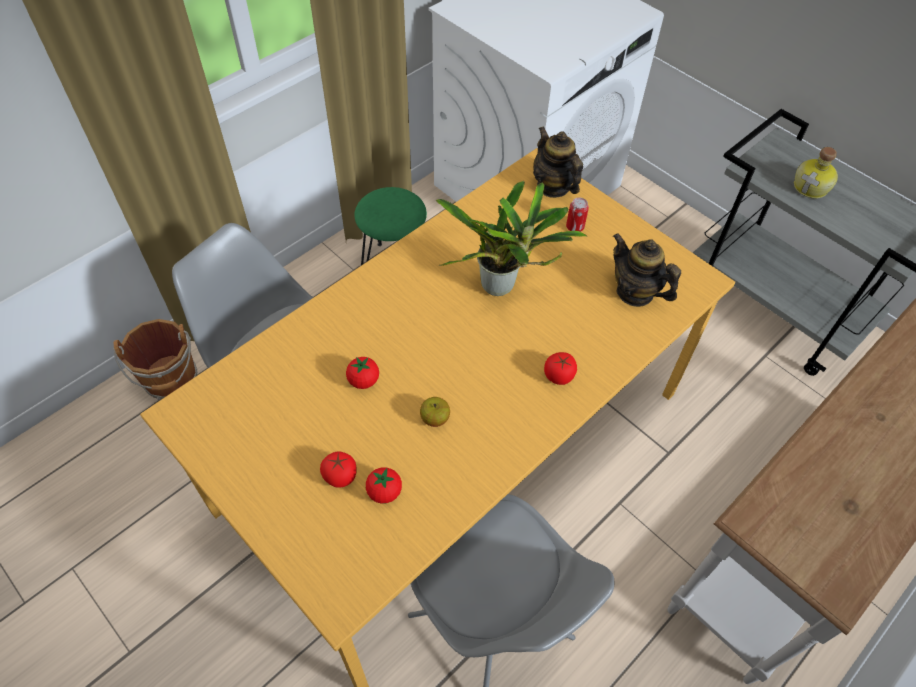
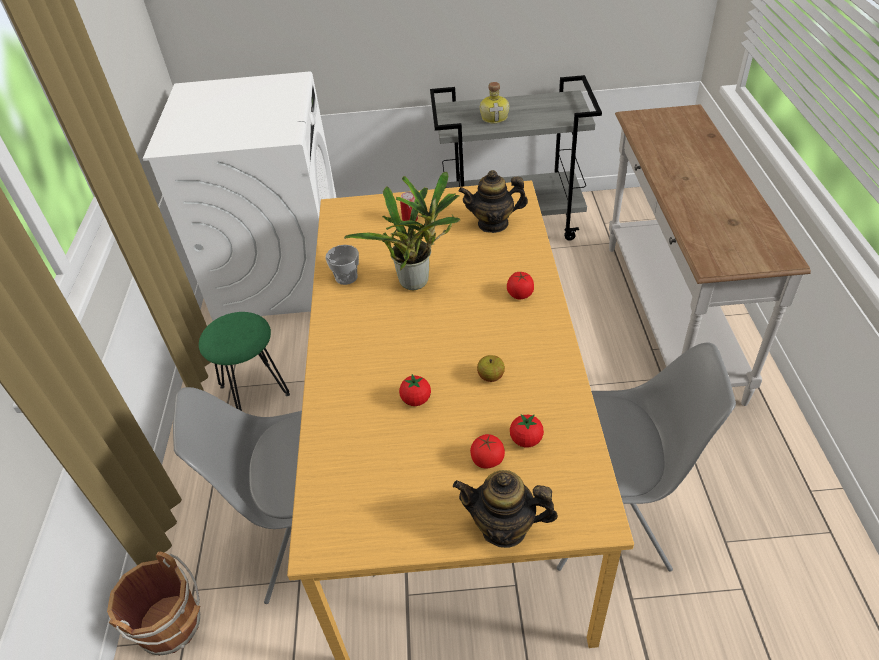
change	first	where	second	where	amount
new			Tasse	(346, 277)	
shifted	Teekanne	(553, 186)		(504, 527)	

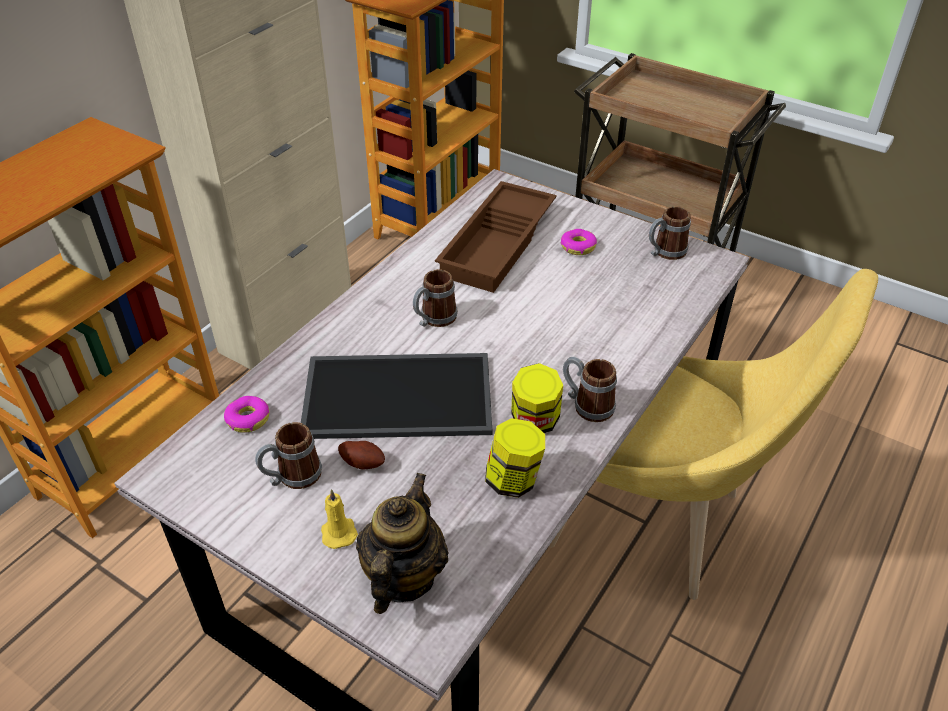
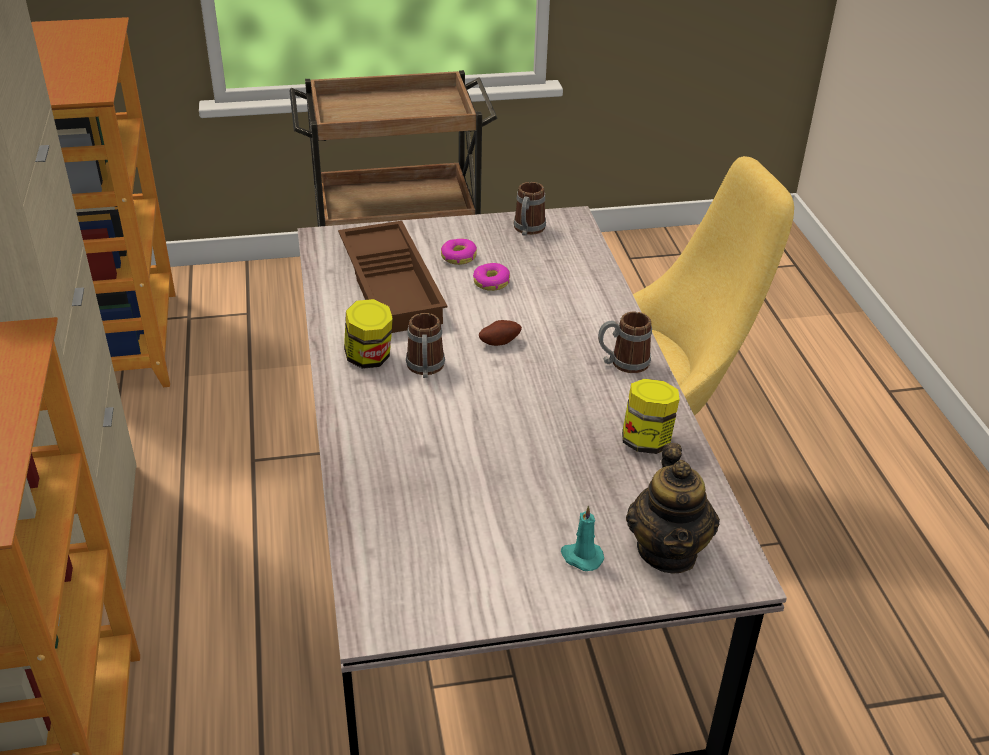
change	first	where	second	where	amount
gone	Henkelbecher	(292, 477)			
gone	Tablett	(400, 394)			
shifted	Donut	(248, 419)		(491, 282)	
shifted	Kartoffel	(363, 462)		(499, 341)	
shifted	Vorratsglas	(535, 422)		(369, 358)	
repainted	Kerze/gelb	(338, 532)	Kerze/türkis	(581, 557)	
rotated	Teekanne	(403, 577)		(668, 551)	150 degrees counterclockwise

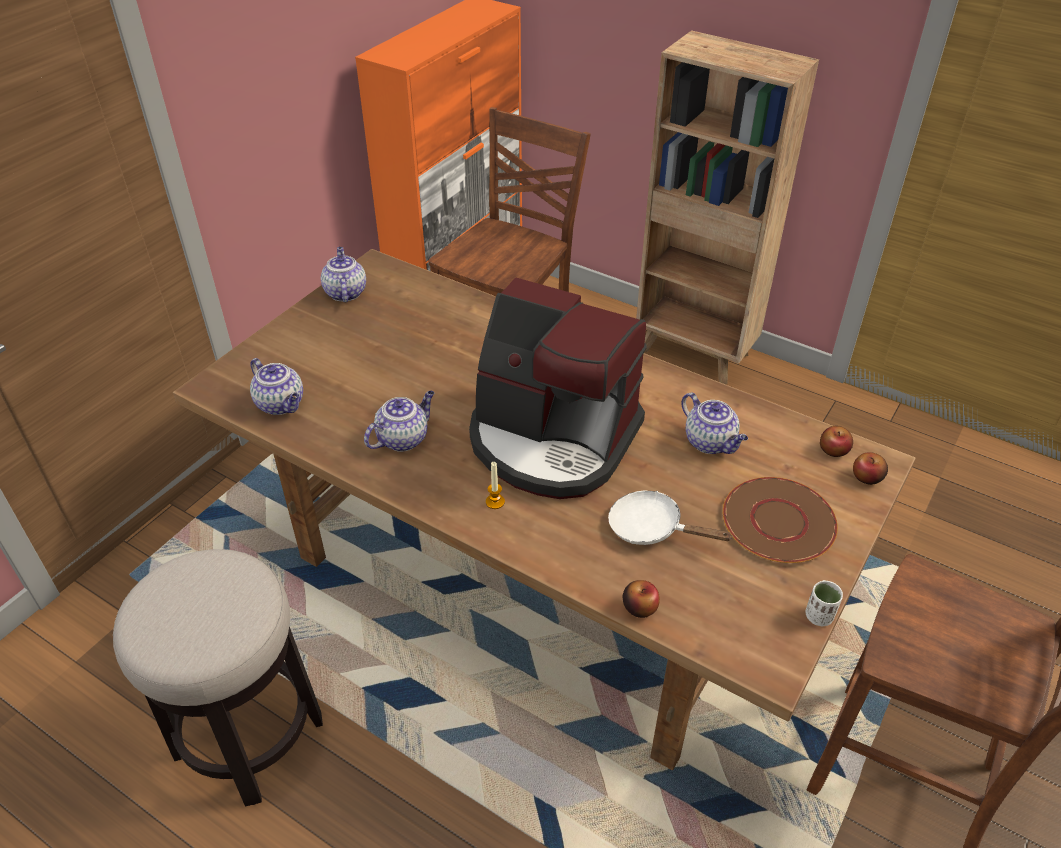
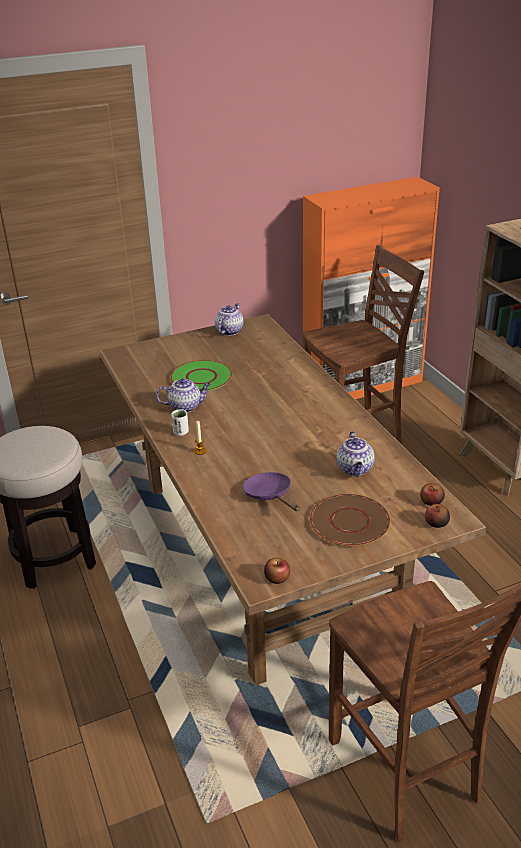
change	first	where	second	where	amount
gone	Teekanne	(281, 404)			
gone	Kaffeemaschine	(552, 440)			
new			Teller/grün	(201, 377)	
shifted	Apfel	(640, 607)		(277, 578)	
shifted	Tasse/weiß	(819, 616)		(181, 432)	
repainted	Pfanne/weiß	(652, 528)	Pfanne/lila	(270, 495)	

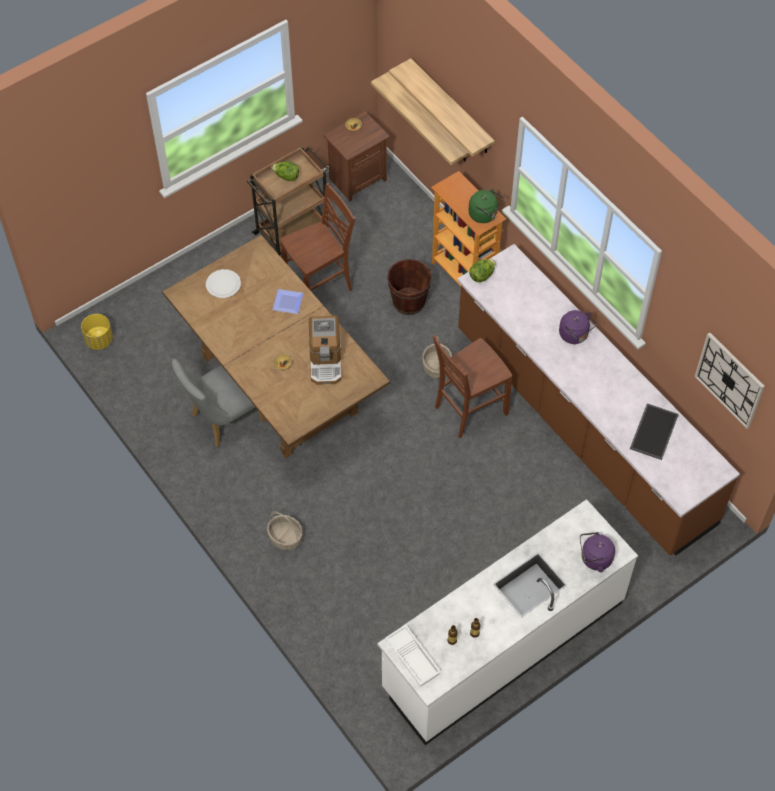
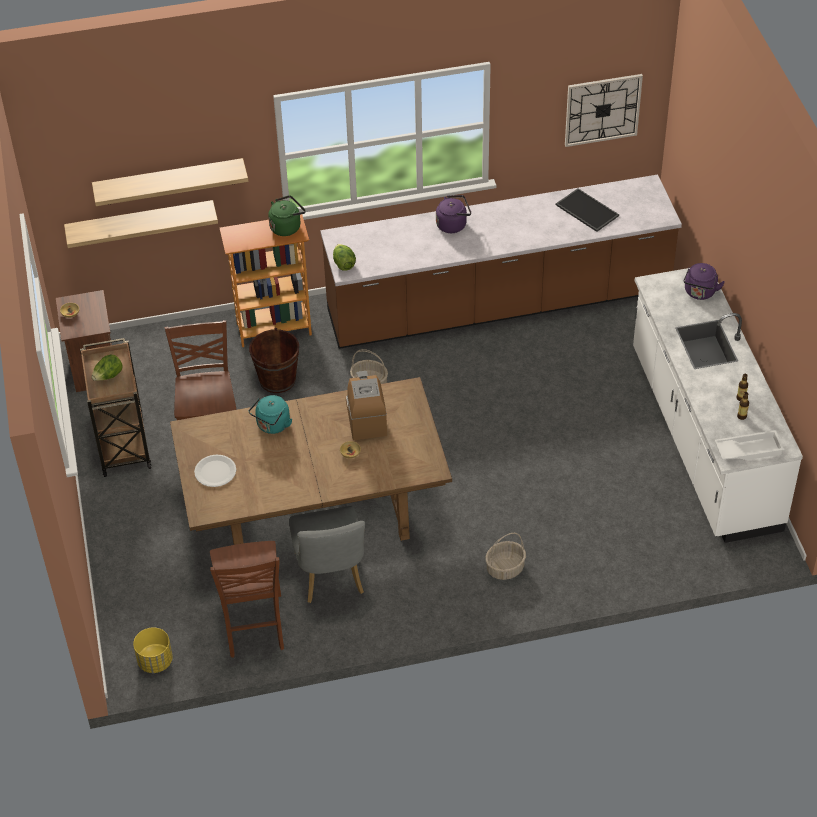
change	first	where	second	where	amount
shifted	Stuhl/braun	(469, 410)		(253, 627)	
swapped	Teller	(287, 301)	Wasserkessel/türkis	(272, 426)	
rotated	Kaffeemaschine	(325, 360)		(366, 418)	120 degrees counterclockwise

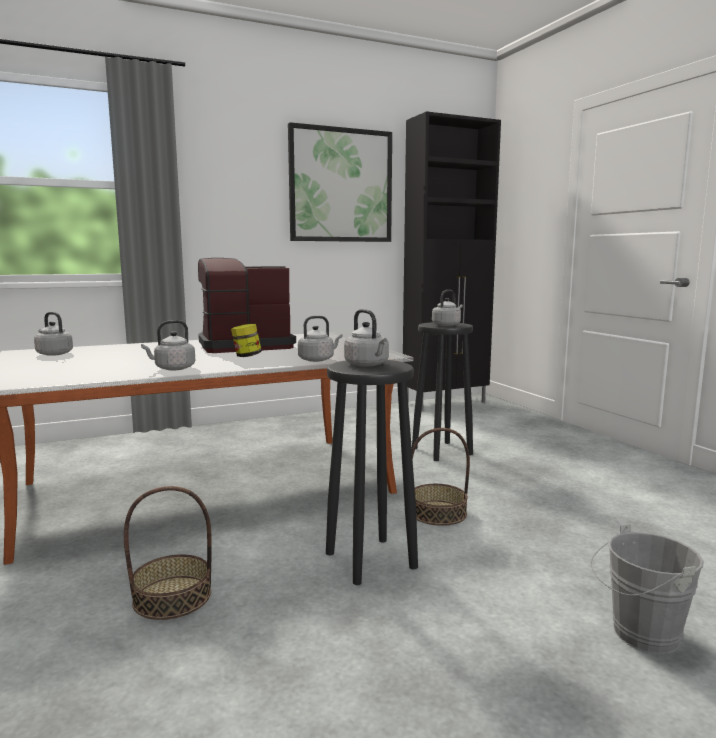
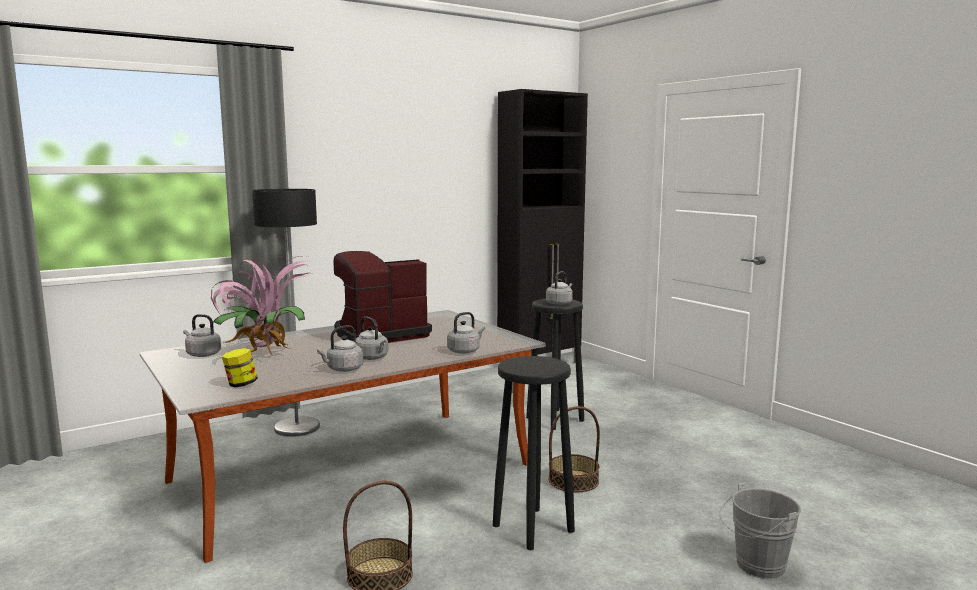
change	first	where	second	where	amount
gone	Bild	(341, 185)			
new			Topfpflanze	(264, 357)	
new			Stehlampe	(296, 428)	
shifted	Vorratsglas	(247, 356)		(241, 384)	
shifted	Wasserkessel/grau	(368, 365)		(372, 358)	

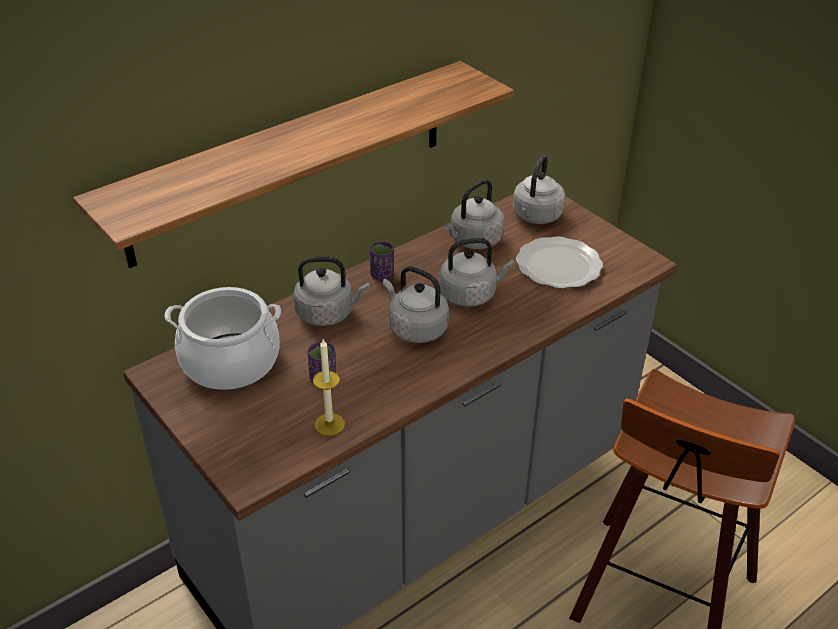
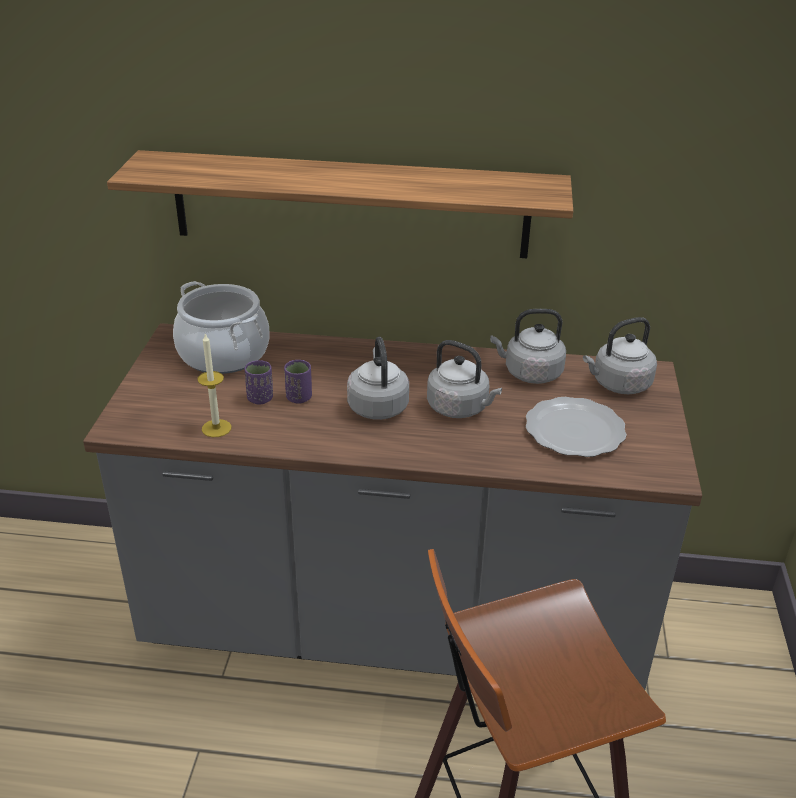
change	first	where	second	where	amount
gone	Wasserkessel/grau	(328, 313)			
shifted	Tasse/lila	(382, 275)		(299, 398)	

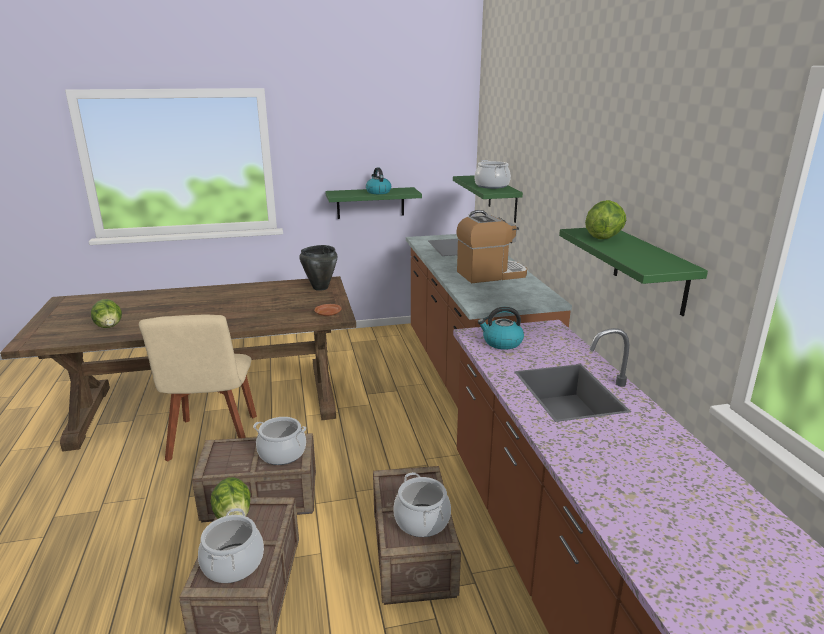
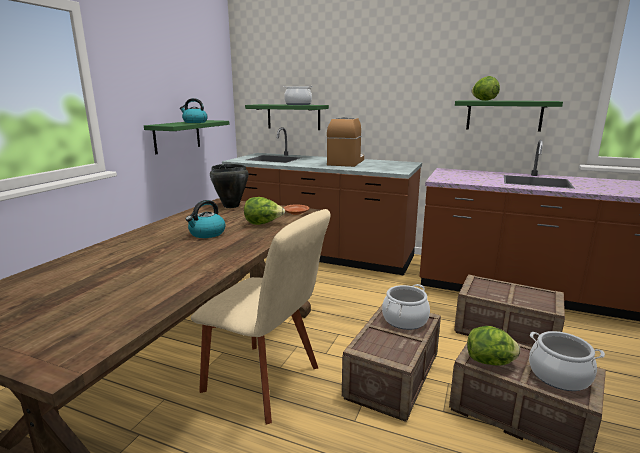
change	first	where	second	where	amount
gone	Kochtopf	(421, 521)			
shifted	Salatkopf	(109, 328)		(263, 223)	
shifted	Wasserkessel	(501, 343)		(207, 234)	

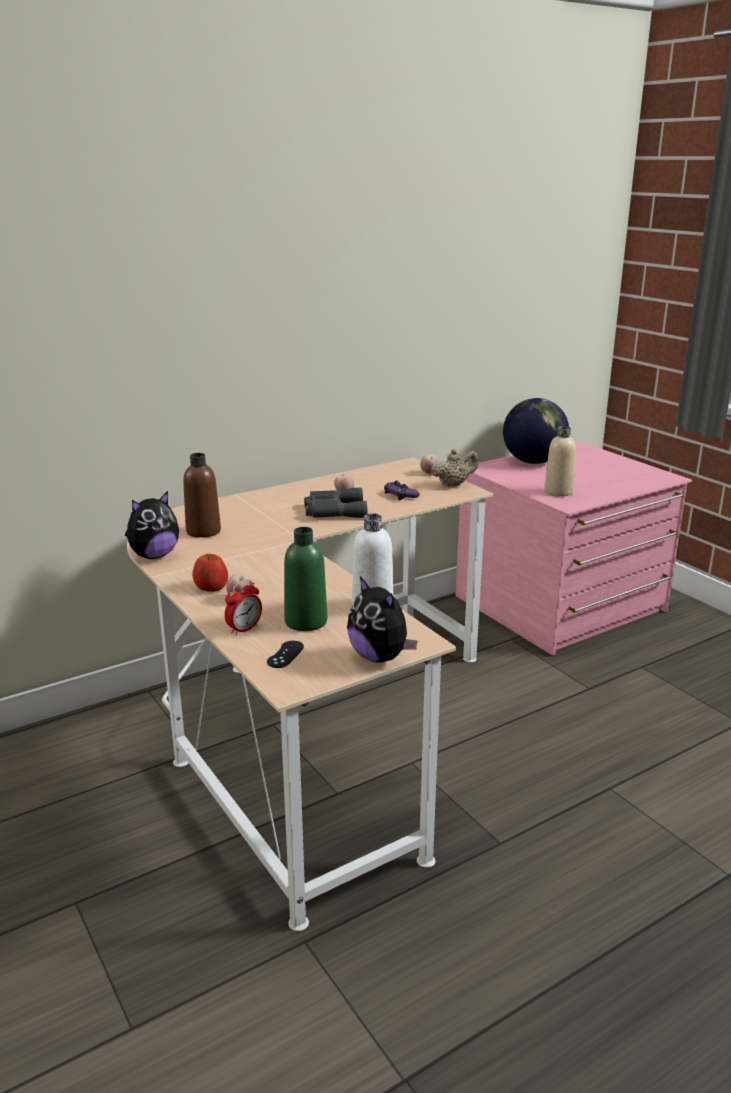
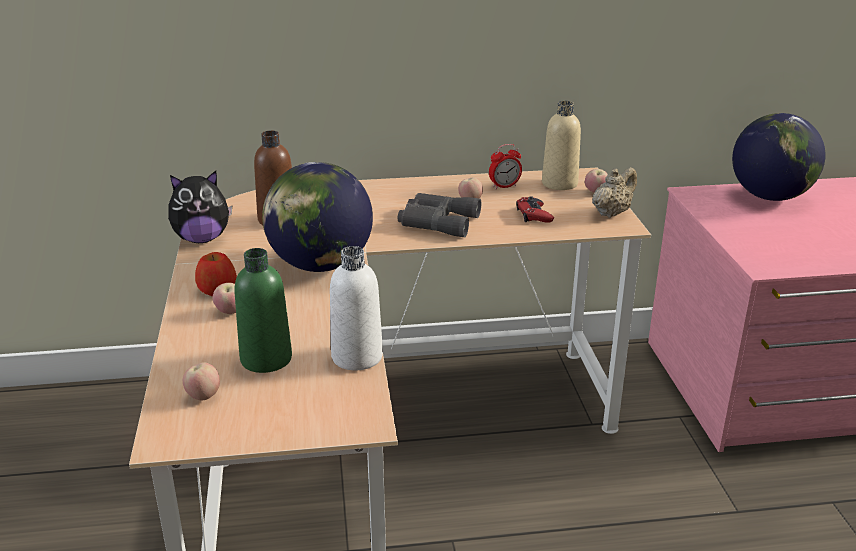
change	first	where	second	where	amount
gone	Plüschtier	(380, 657)			
new			Globus	(321, 265)	
shifted	Wecker	(244, 629)		(504, 186)	
shifted	Flasche/beige	(558, 492)		(559, 184)	
swapped	Gamepad/schwarz	(285, 654)	Apfel	(203, 396)	
repainted	Gamepad/lila	(400, 495)	Gamepad/rot	(534, 215)	
rotated	Teekanne/beige	(453, 484)		(611, 213)	45 degrees counterclockwise

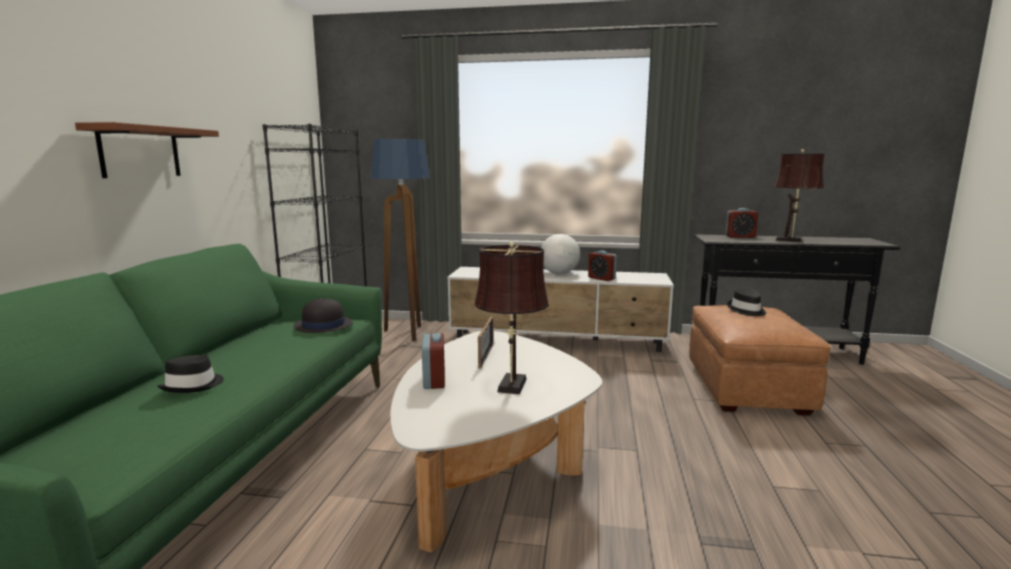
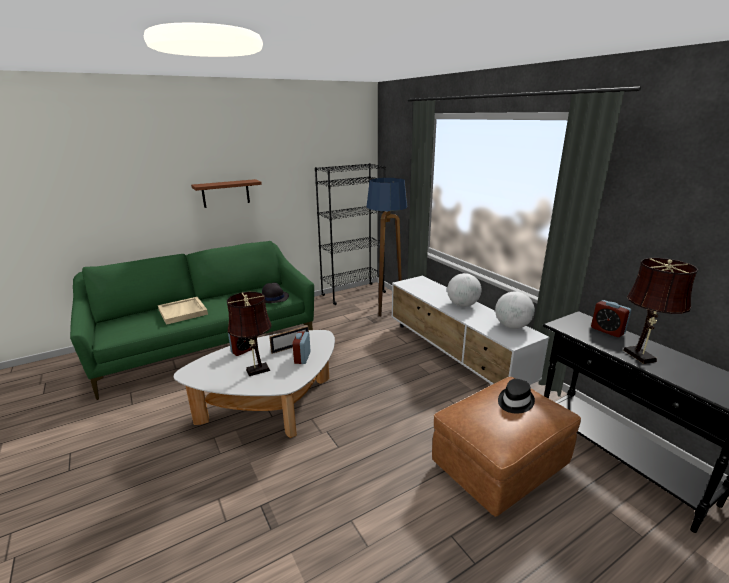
change	first	where	second	where	amount
new			Globus	(512, 326)	
shifted	Wecker	(601, 278)		(302, 358)	
swapped	Hut/schwarz	(193, 385)	Tablett/beige	(183, 312)	

